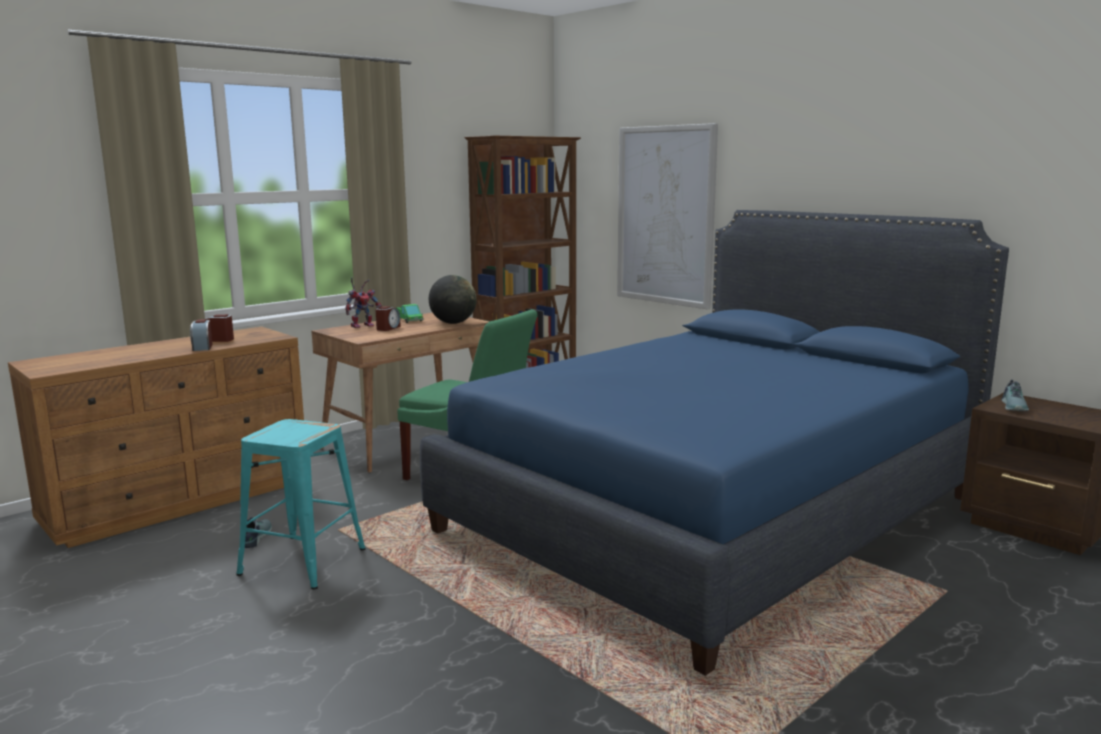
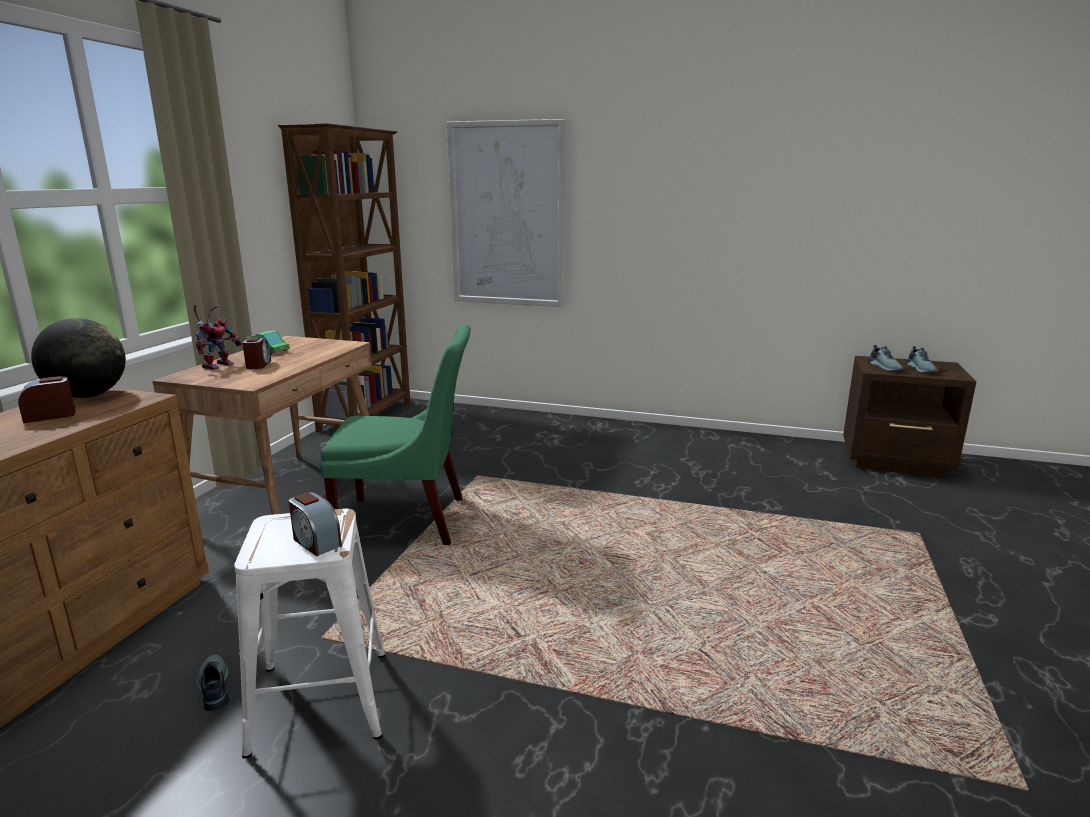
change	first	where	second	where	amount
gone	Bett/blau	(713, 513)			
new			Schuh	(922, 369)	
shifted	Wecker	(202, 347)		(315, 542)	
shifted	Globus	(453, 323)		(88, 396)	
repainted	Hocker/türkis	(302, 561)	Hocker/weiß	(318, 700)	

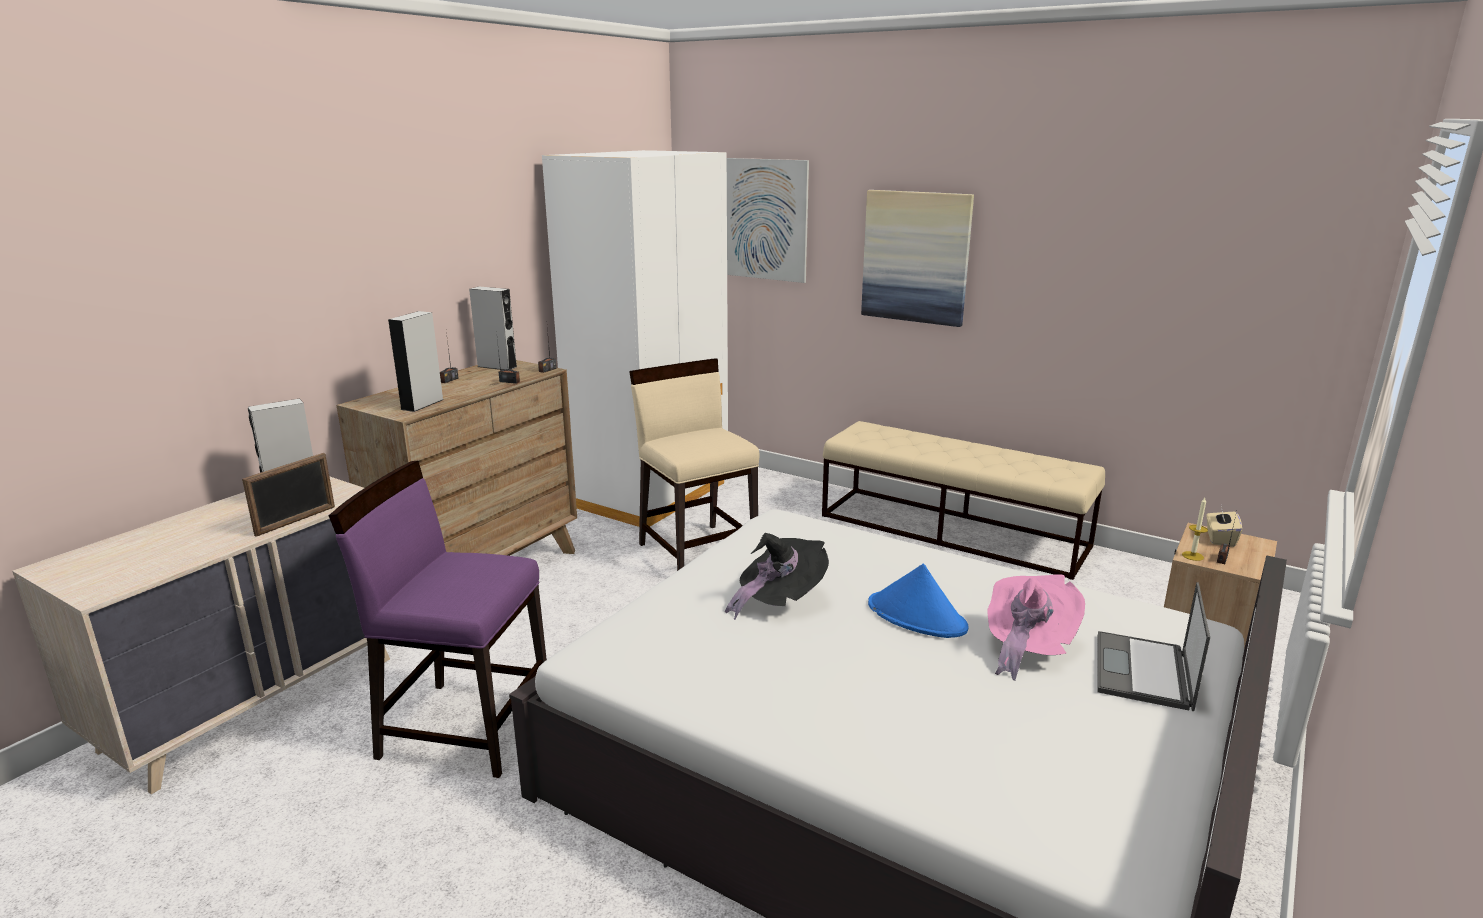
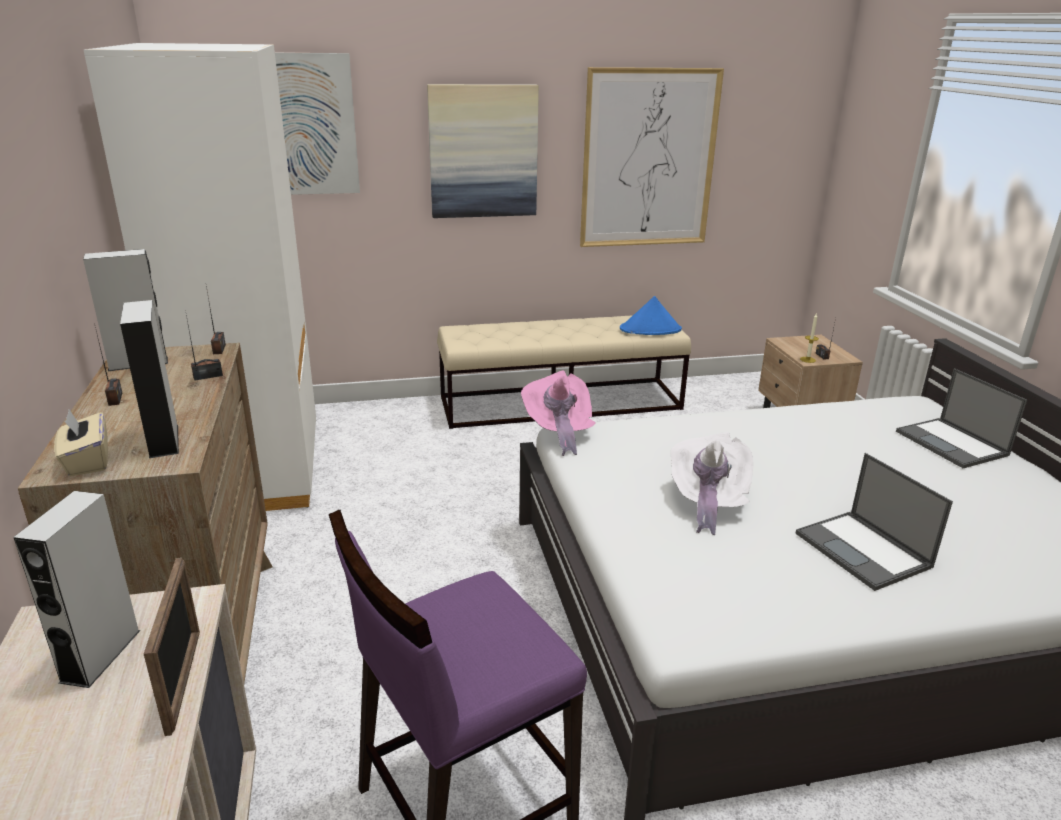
change	first	where	second	where	amount
gone	Stuhl/beige	(697, 551)			
new			Bild	(648, 159)	
new			Laptop	(864, 551)	
shifted	Hut/blau	(917, 616)		(650, 329)	
shifted	Hut/rosa	(1026, 646)		(558, 431)	
shifted	Taschentuchbox/beige	(1220, 538)		(87, 461)	
repainted	Hut/schwarz	(779, 600)	Hut/weiß	(707, 501)	

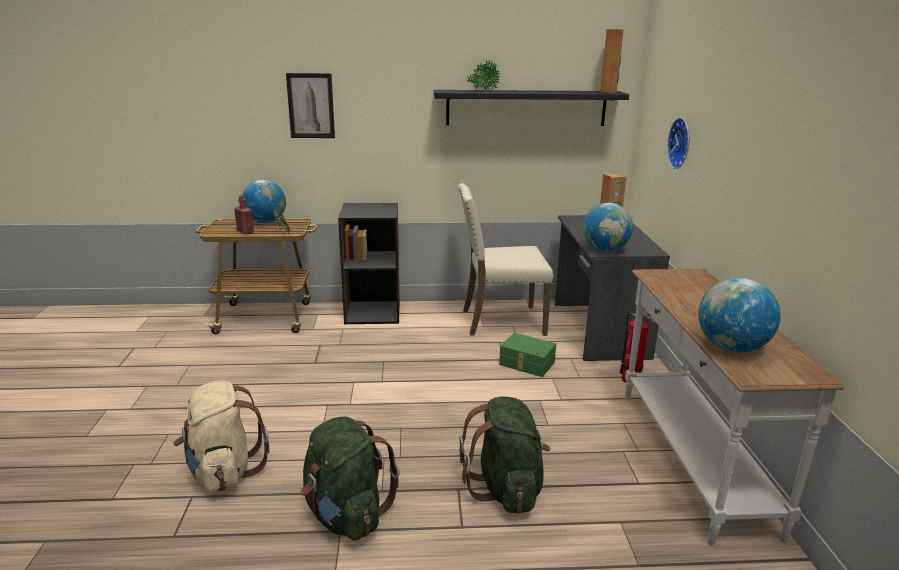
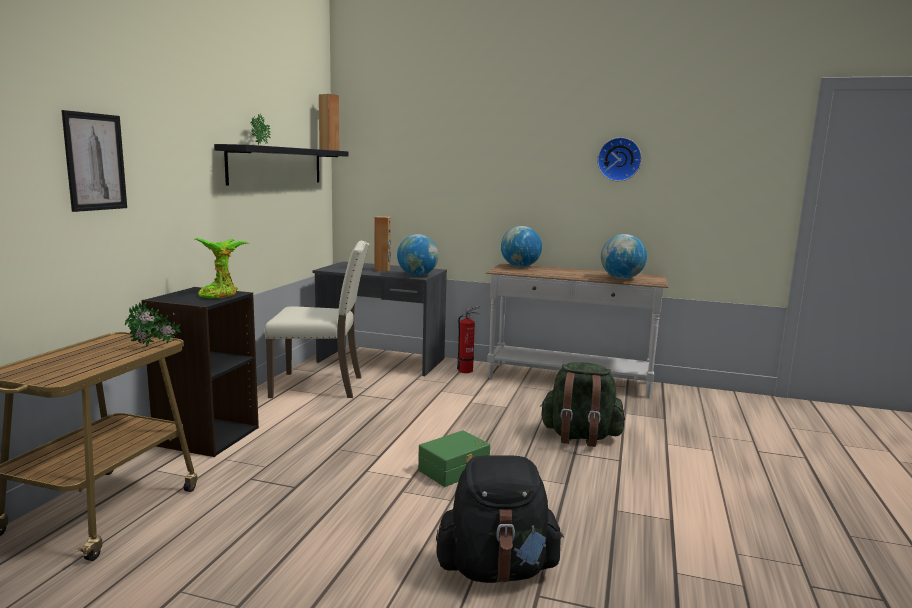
change	first	where	second	where	amount
gone	Flasche/rot	(245, 231)			
gone	Rucksack/grün	(346, 515)			
new			Topfpflanze	(220, 294)	
shifted	Globus	(266, 222)		(520, 266)	
shifted	Aufbewahrungsbox/grün	(526, 364)		(455, 470)	
shifted	Wanduhr	(682, 143)		(619, 159)	
repainted	Rucksack/beige	(223, 471)	Rucksack/schwarz	(497, 569)	
rotated	Stuhl/beige	(500, 321)		(320, 386)	105 degrees counterclockwise

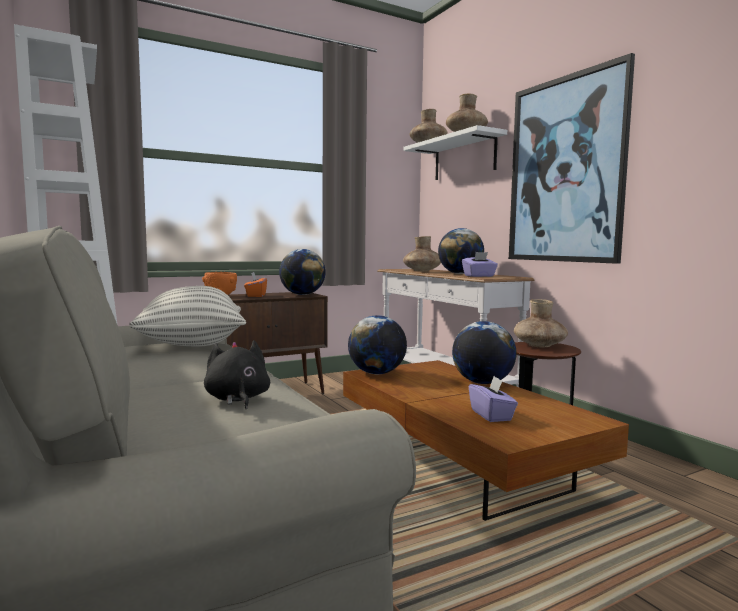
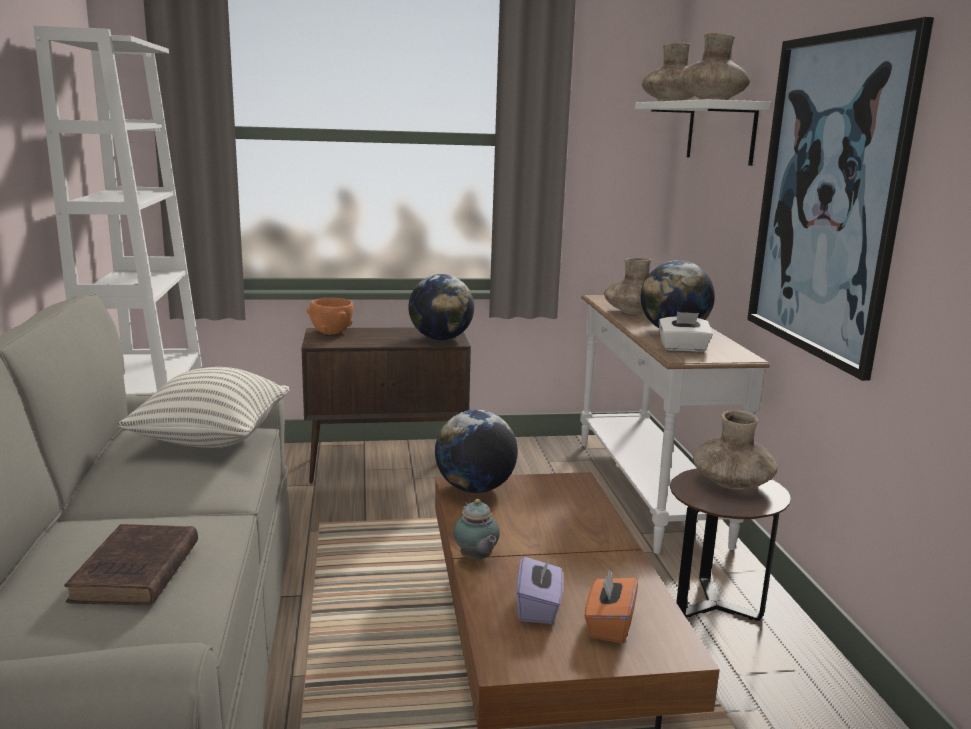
change	first	where	second	where	amount
gone	Globus	(482, 383)			
new			Teekanne	(476, 559)	
shifted	Taschentuchbox/orange	(256, 296)		(609, 625)	
swapped	Plüschtier/schwarz	(237, 399)	Buch/braun	(135, 573)	
repainted	Taschentuchbox/lila	(479, 276)	Taschentuchbox/weiß	(683, 348)	

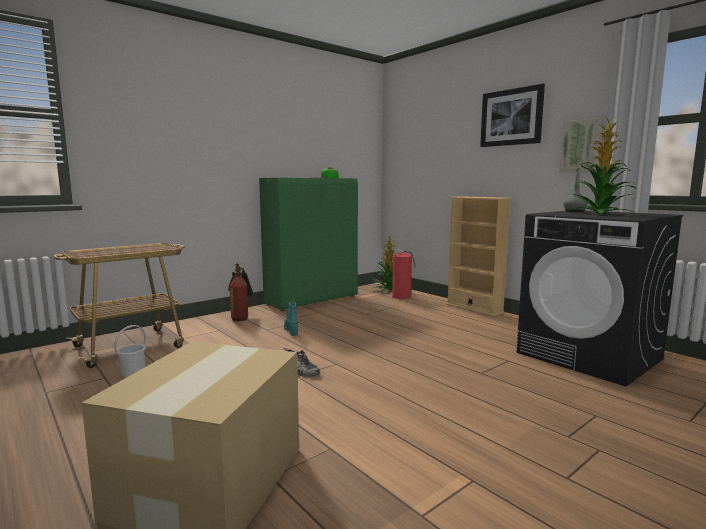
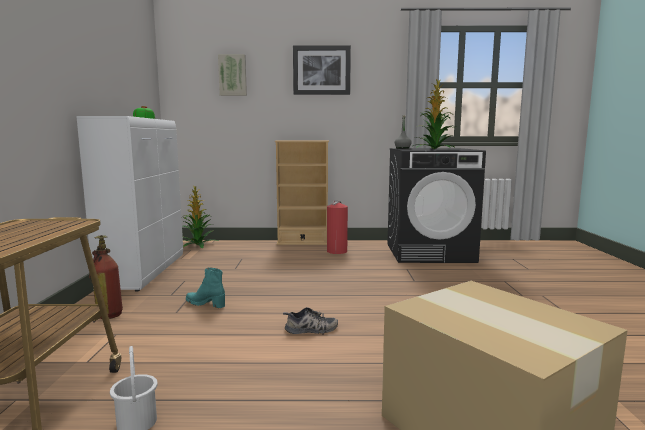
change	first	where	second	where	amount
shifted	Feuerlöscher	(402, 296)		(337, 251)	
shifted	Bild	(580, 146)		(232, 75)	
repainted	Schrank/grün	(312, 300)	Schrank/weiß	(144, 272)	

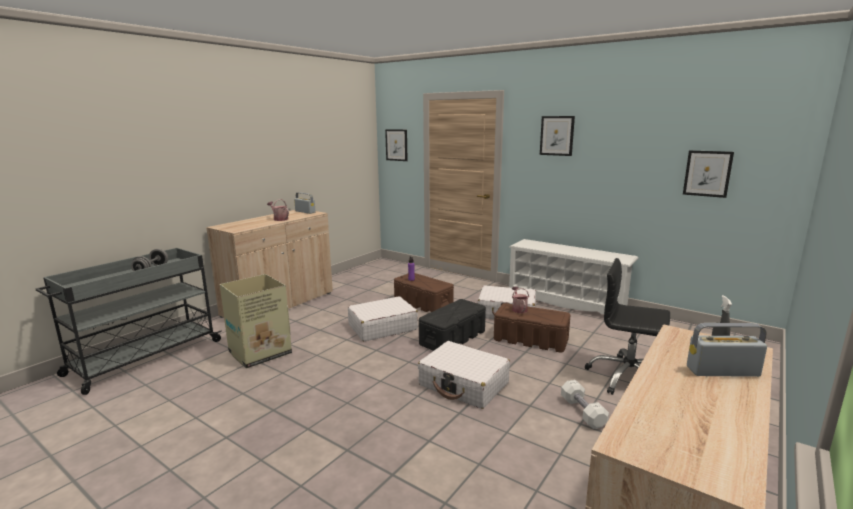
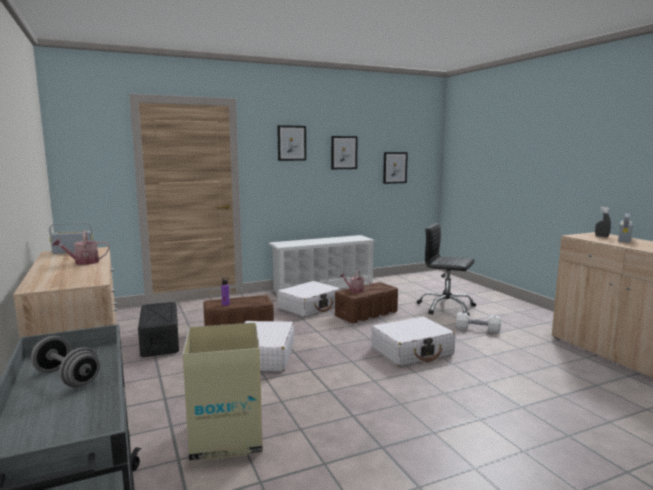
change	first	where	second	where	amount
shifted	Bild	(396, 145)		(344, 152)	
shifted	Aufbewahrungsbox/schwarz	(453, 337)		(160, 341)	
rotated	Bürostuhl/schwarz	(627, 378)		(446, 307)	60 degrees clockwise

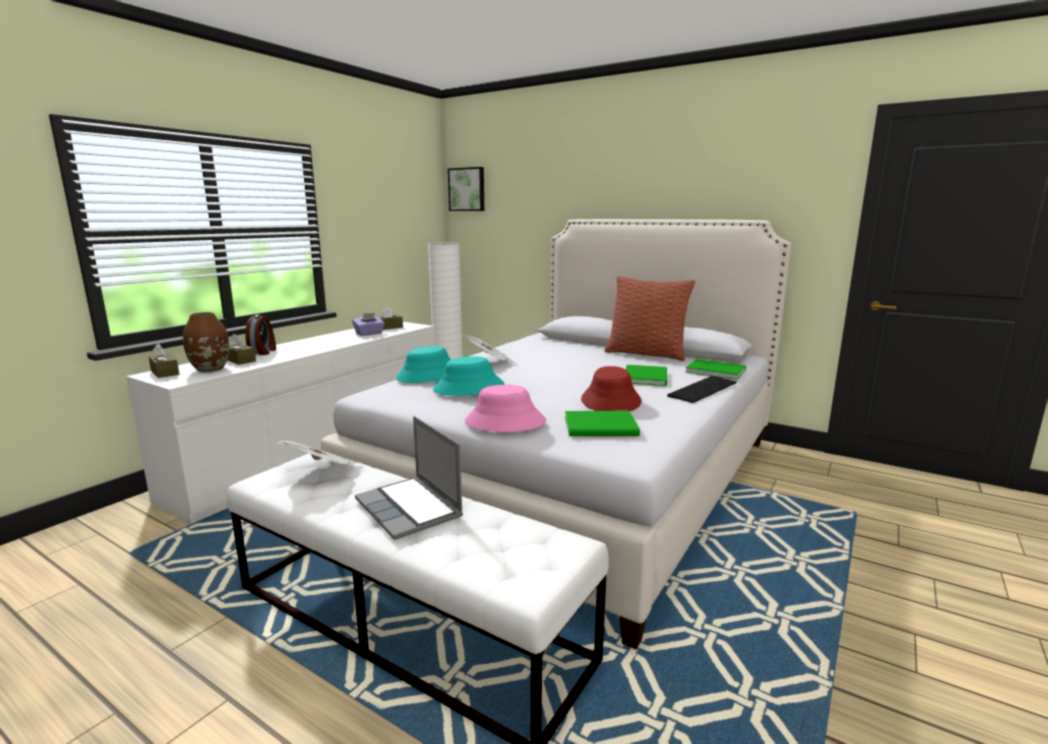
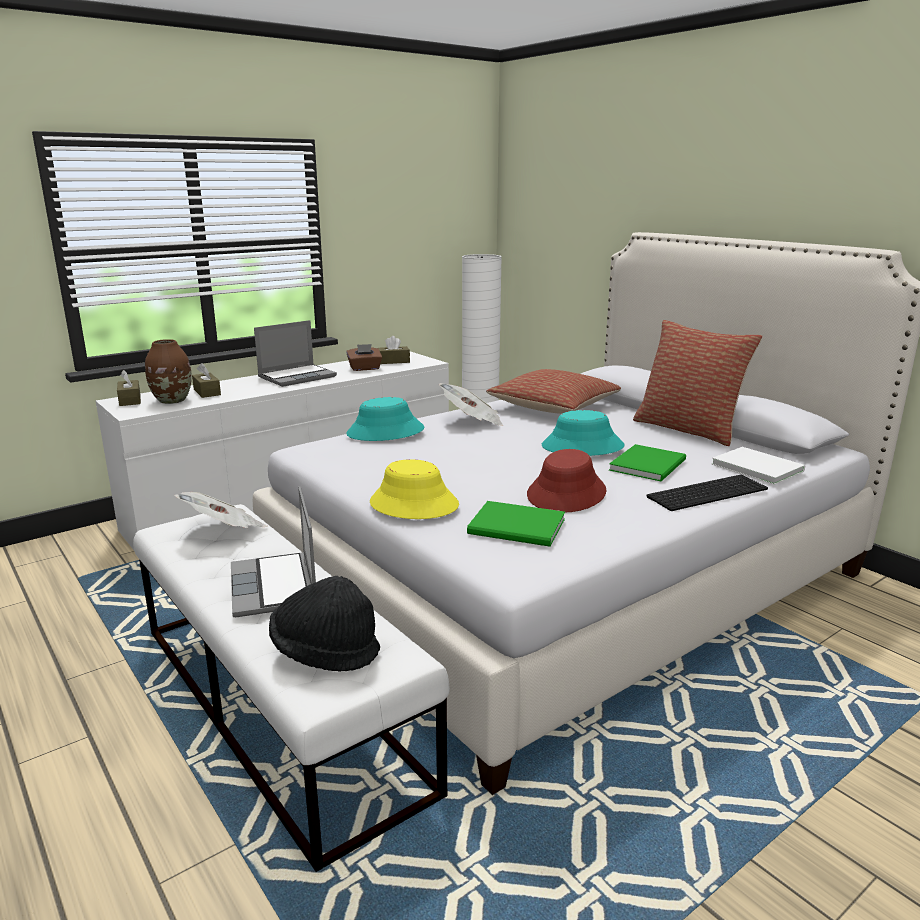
change	first	where	second	where	amount
gone	Wecker	(263, 352)			
gone	Bild	(467, 189)			
new			Laptop	(297, 377)	
new			Hut/schwarz	(325, 652)	
new			Kissen	(554, 407)	
shifted	Hut/türkis	(469, 388)		(582, 446)	
repainted	Taschentuchbox/lila	(369, 333)	Taschentuchbox/braun	(365, 368)	
repainted	Hut/rosa	(505, 422)	Hut/gelb	(413, 504)	
repainted	Buch/grün	(714, 370)	Buch/weiß	(756, 466)	

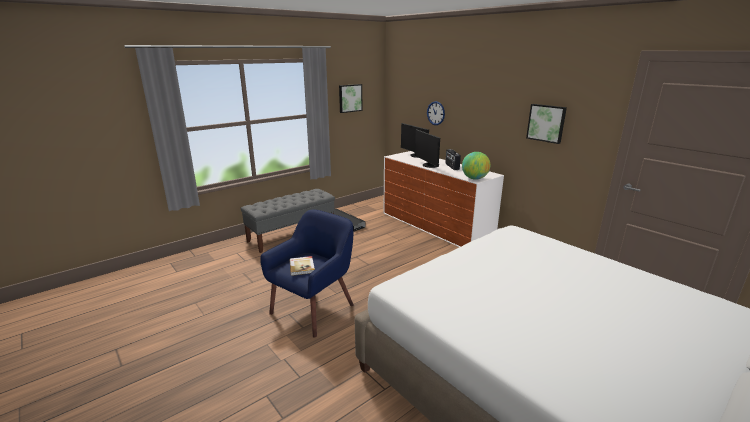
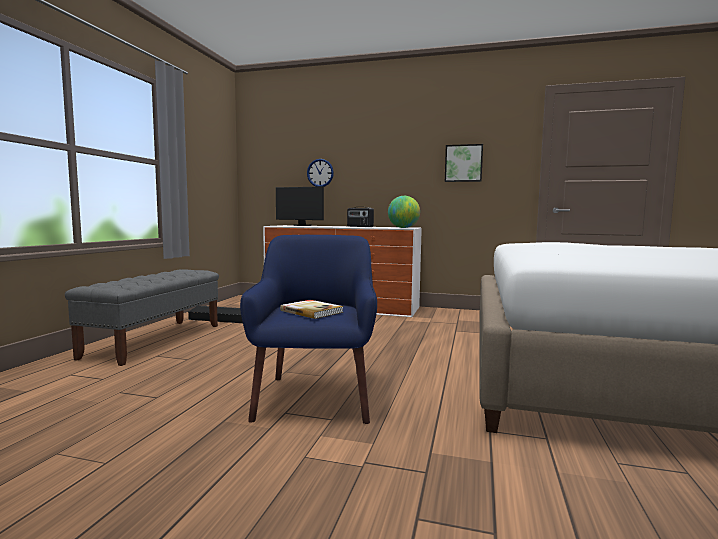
change	first	where	second	where	amount
gone	Bild	(350, 98)			
gone	Monitor	(429, 165)			

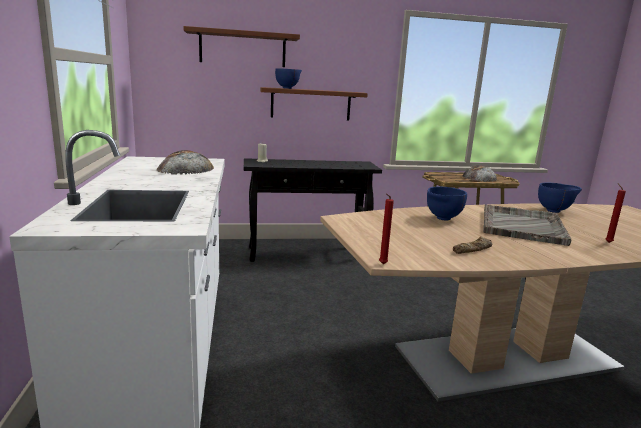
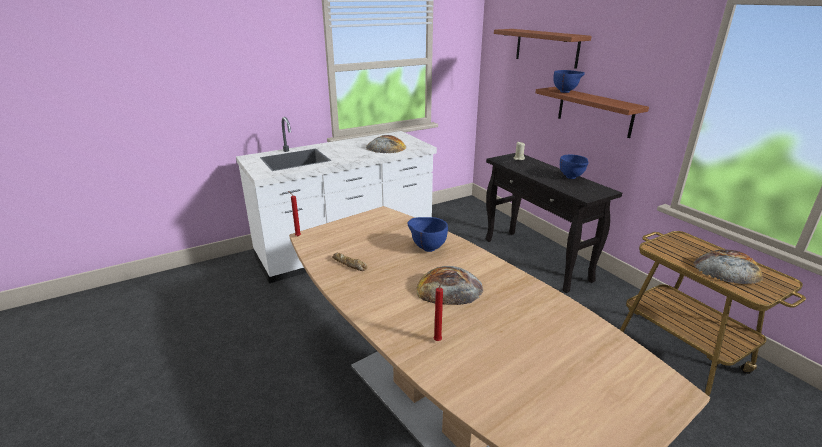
change	first	where	second	where	amount
shifted	Schüssel/blau	(555, 211)		(572, 178)	
swapped	Tablett/grau	(522, 225)	Brot	(449, 288)	

